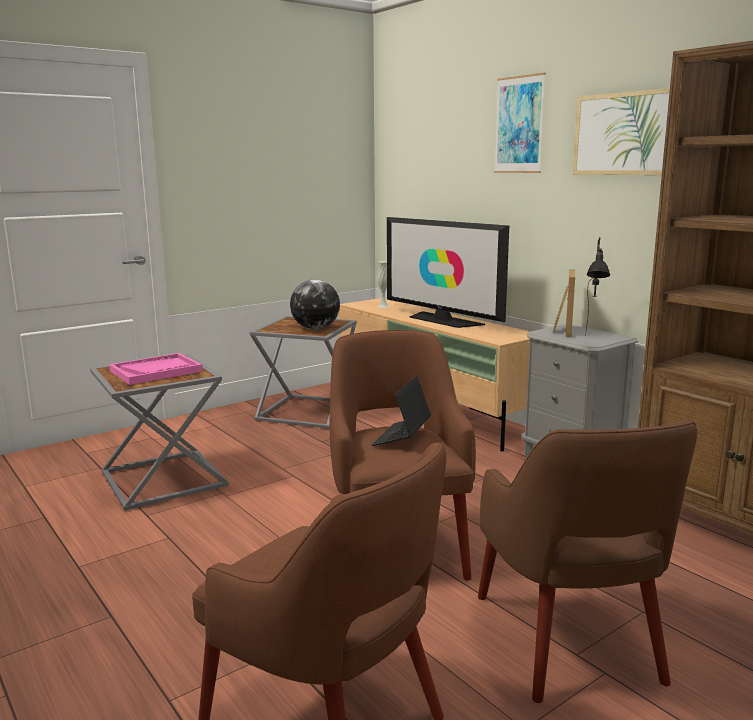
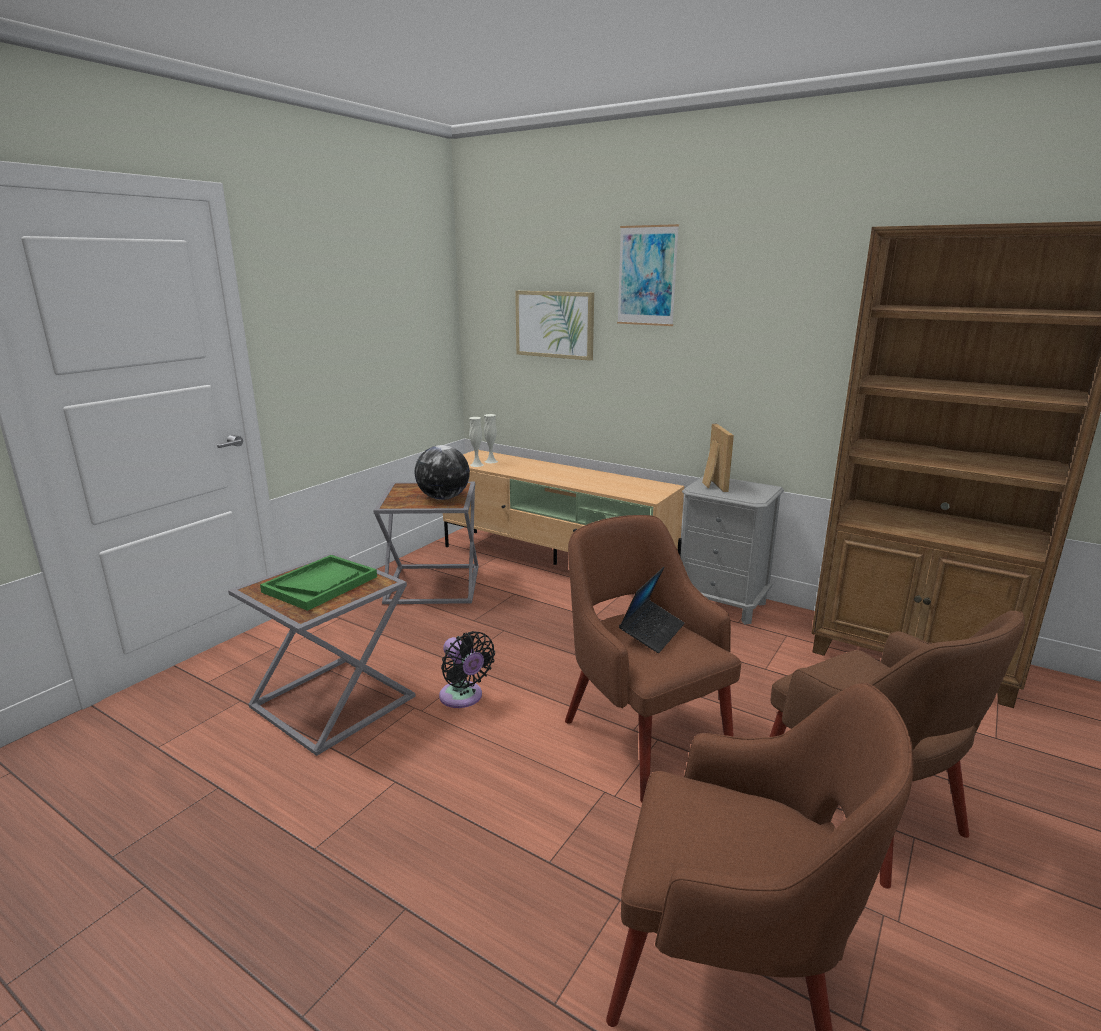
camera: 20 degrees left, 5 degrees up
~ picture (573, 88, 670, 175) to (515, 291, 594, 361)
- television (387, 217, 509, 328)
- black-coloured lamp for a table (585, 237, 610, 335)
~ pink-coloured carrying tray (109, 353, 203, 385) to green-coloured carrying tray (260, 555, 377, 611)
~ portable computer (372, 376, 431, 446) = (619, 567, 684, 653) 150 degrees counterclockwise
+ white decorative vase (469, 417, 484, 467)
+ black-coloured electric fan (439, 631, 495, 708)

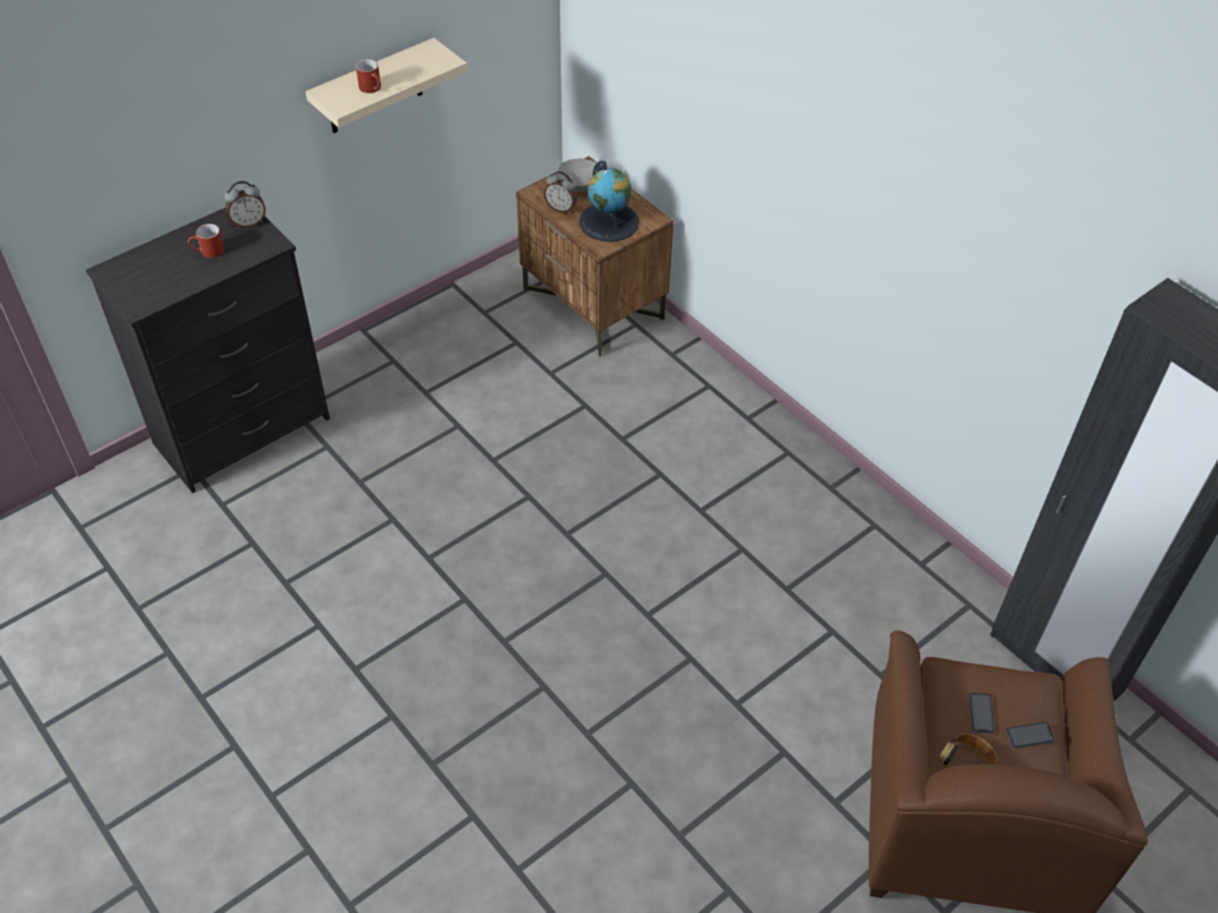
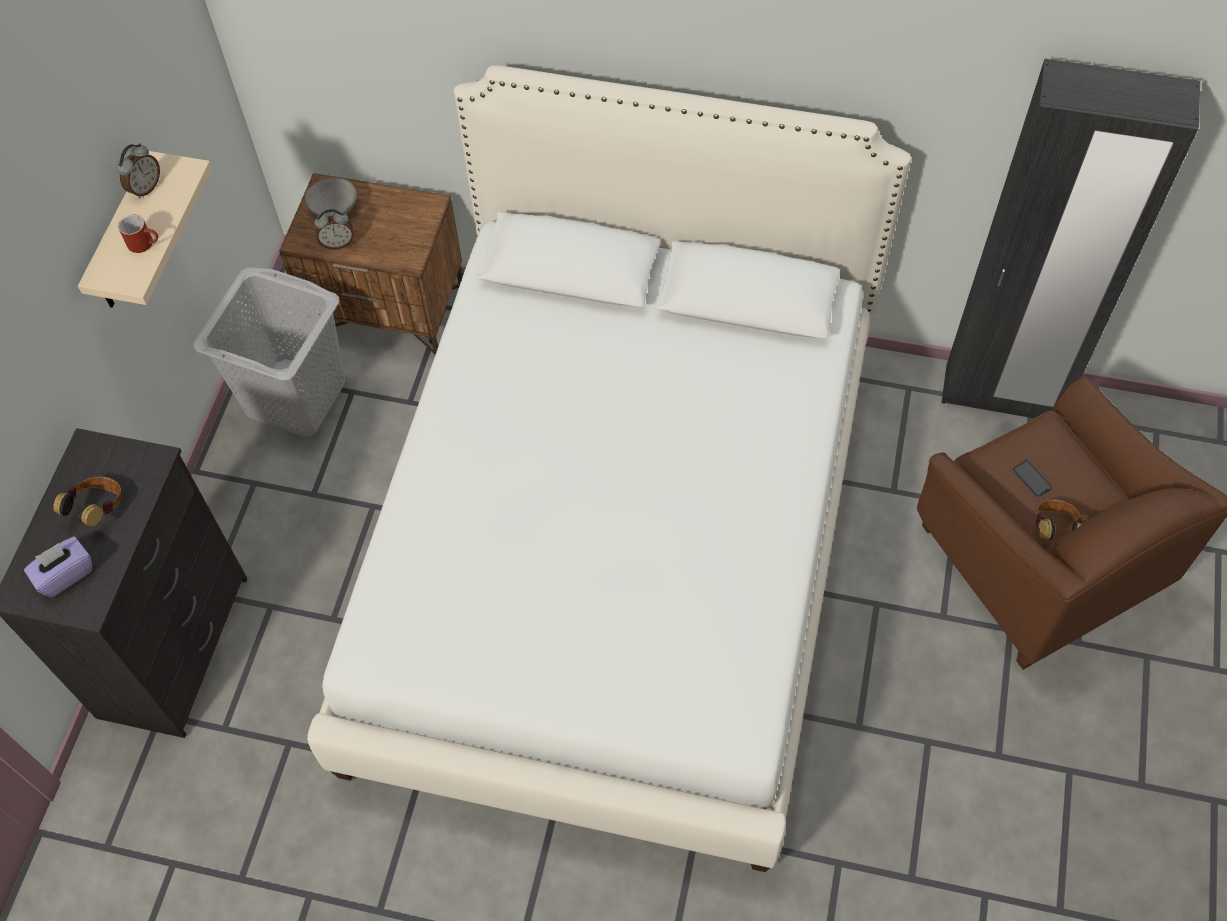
camera: 35 degrees left, 10 degrees up
- globe (579, 161, 639, 242)
~ bedside clock (225, 181, 266, 228) to (116, 143, 160, 199)
~ reddish mug (188, 224, 225, 258) to headphones (53, 477, 121, 526)
- phone (1006, 722, 1055, 748)
+ white sleeping bed (307, 65, 911, 872)
+ grey hamper (193, 267, 346, 437)
+ purple box of tissues (24, 536, 93, 598)

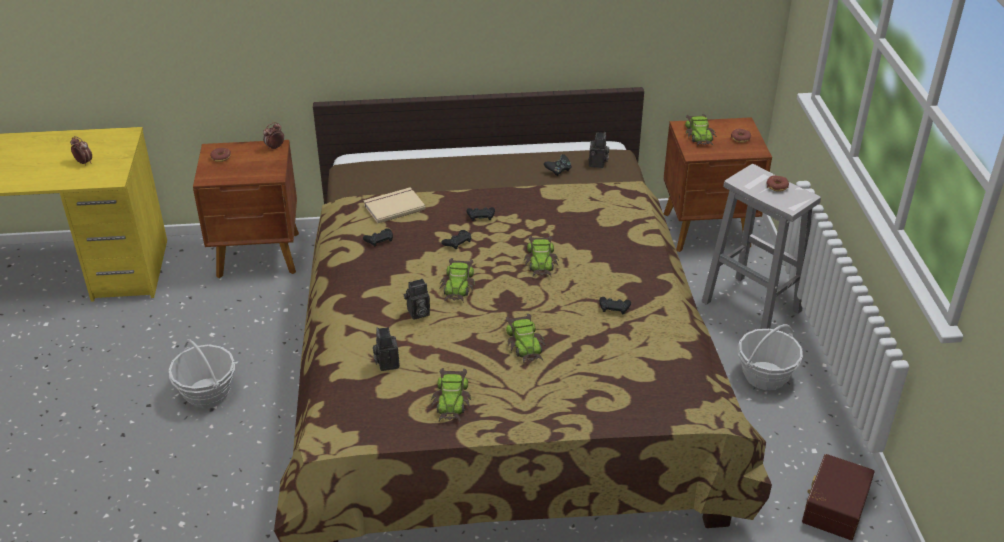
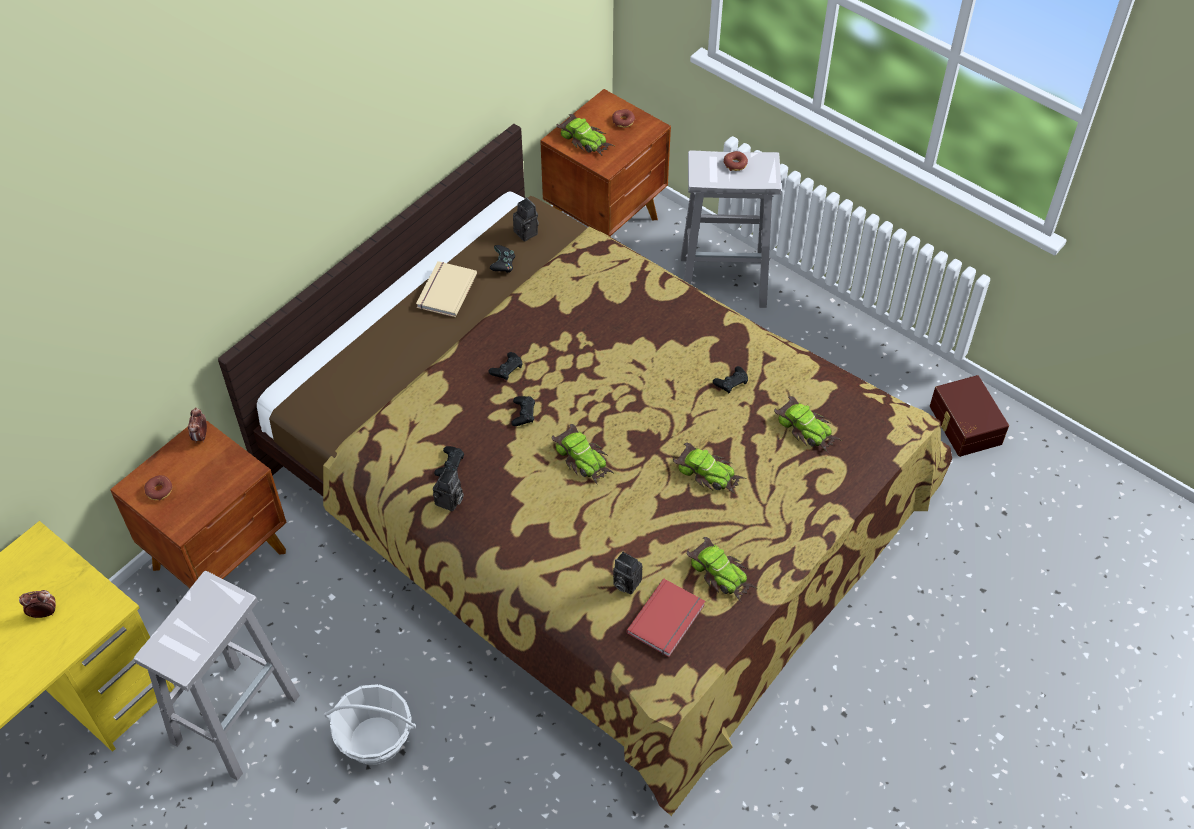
camera: 45 degrees left, 15 degrees up
~ beige book (363, 187, 426, 224) to (416, 261, 477, 317)
~ model car (524, 236, 559, 276) to (774, 396, 842, 453)
~ still camera (404, 279, 430, 320) to (433, 468, 463, 511)
- household basket (737, 324, 803, 390)
+ white sitting stool (134, 571, 300, 781)
+ reddish book (626, 579, 705, 657)

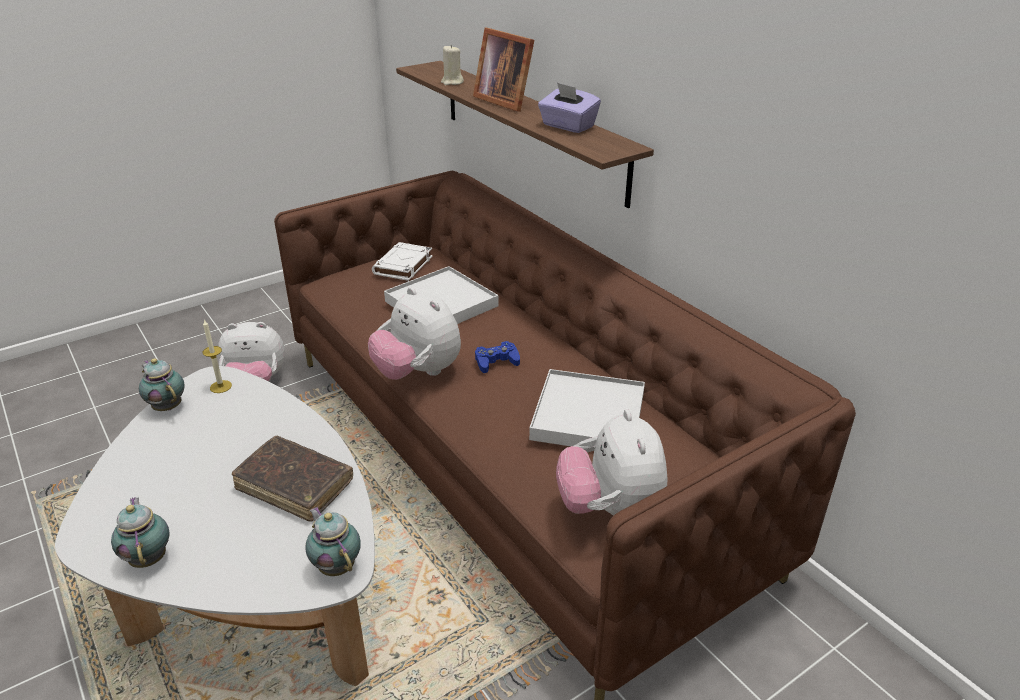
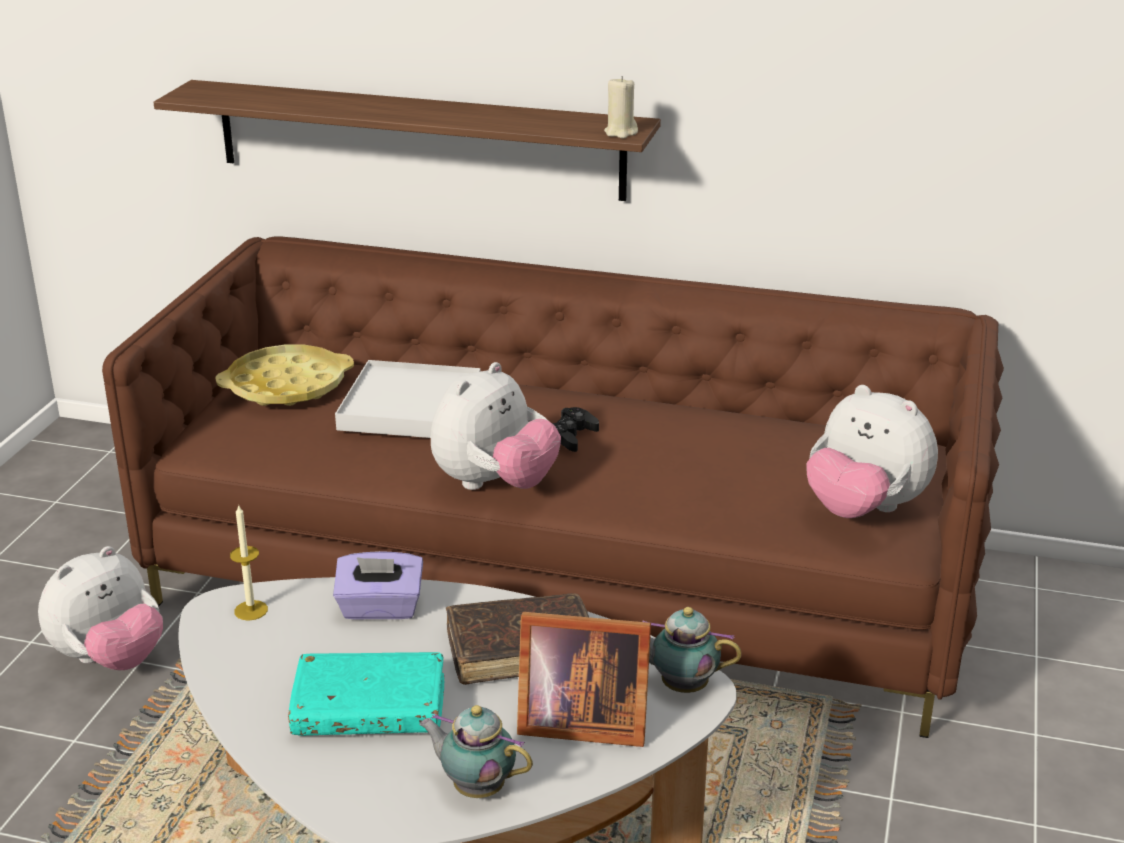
camera: 40 degrees left, 5 degrees down
~ picture frame (473, 27, 534, 112) to (517, 612, 651, 747)
~ beige candle (441, 45, 464, 85) to (604, 76, 638, 139)
~ purple box of tissues (538, 82, 601, 133) to (333, 551, 423, 620)
~ white book (372, 242, 433, 281) to yellow-coloured carrying tray (215, 345, 354, 406)
~ plush toy (368, 287, 461, 380) = (431, 362, 561, 490) 60 degrees counterclockwise
~ blue-coloured joypad (475, 341, 520, 373) to black-coloured joypad (552, 407, 599, 452)
- teapot (139, 358, 185, 411)
- white carrying tray (529, 369, 645, 446)
+ turquoise book (288, 652, 444, 736)

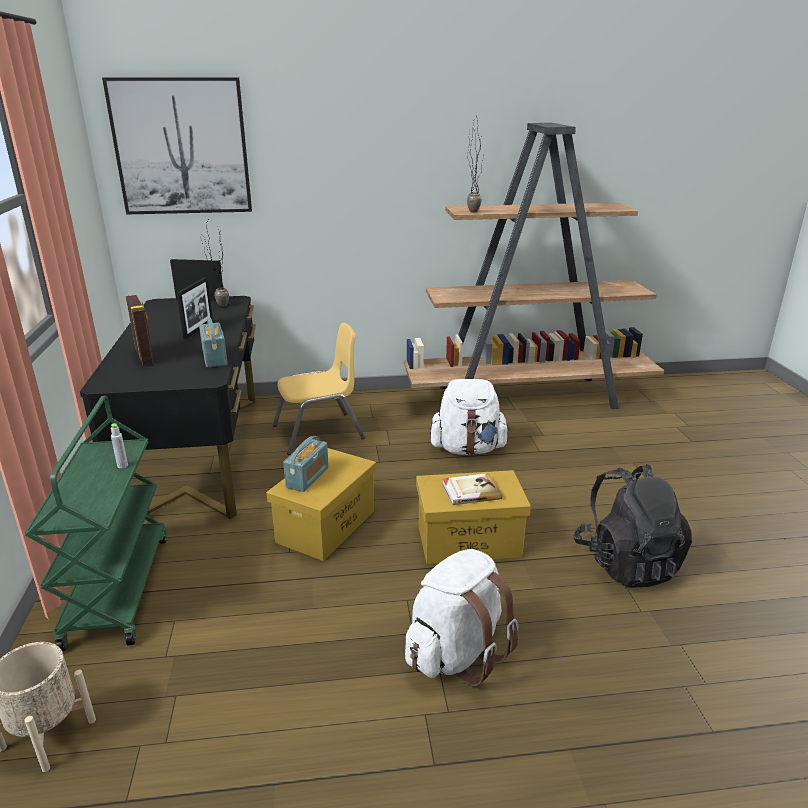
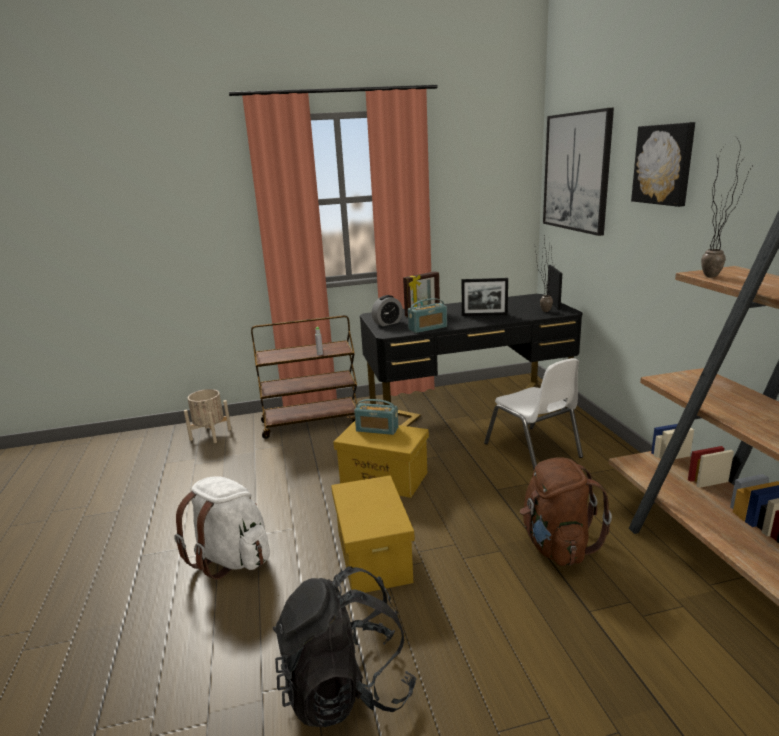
camera: 85 degrees right, 5 degrees down
~ yellow-coloured chair (273, 323, 365, 455) to white chair (484, 358, 583, 469)
~ white backpack (430, 379, 510, 455) to brown backpack (520, 457, 612, 566)
~ green-coloured cart (25, 396, 167, 652) to brown cart (251, 315, 357, 439)
- book (442, 473, 502, 505)
+ picture (631, 122, 695, 207)
+ bedside clock (372, 295, 403, 326)

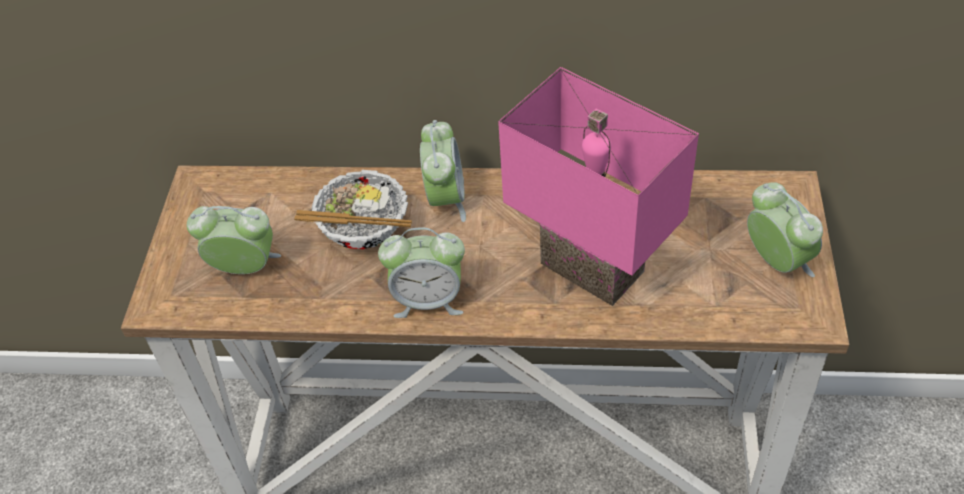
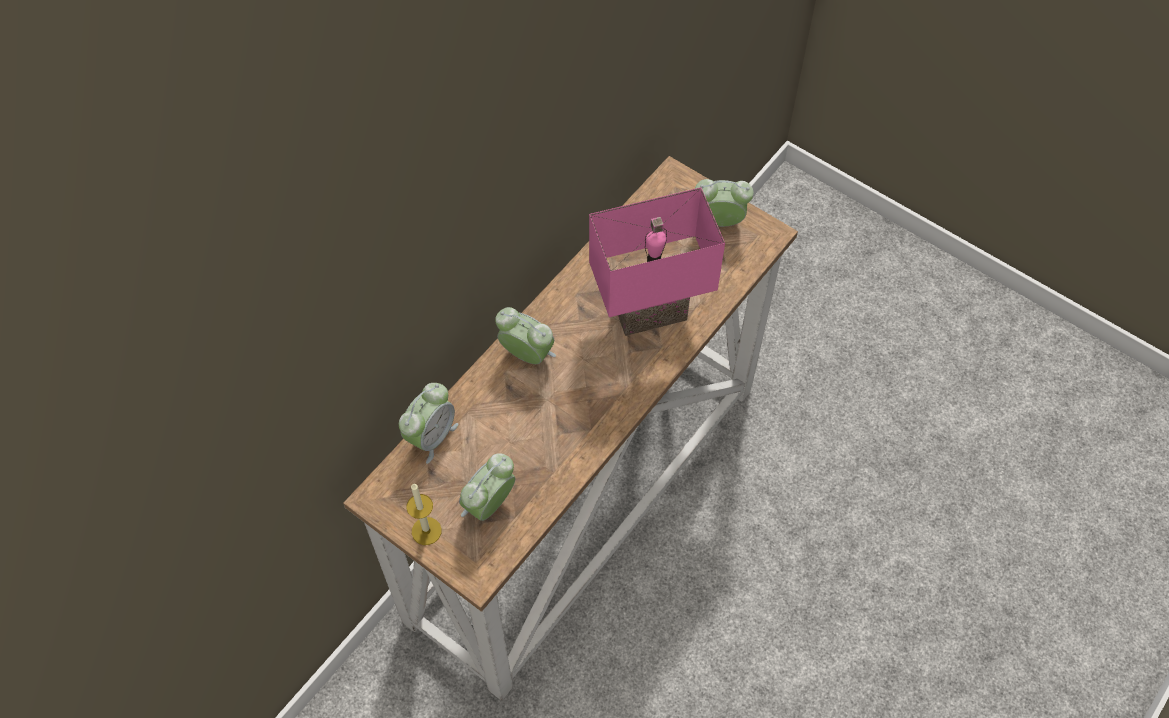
camera: 60 degrees left, 10 degrees up
- serving bowl (294, 170, 412, 249)
~ bedside clock (378, 227, 465, 318) to (399, 383, 458, 464)
+ candle (406, 483, 442, 545)

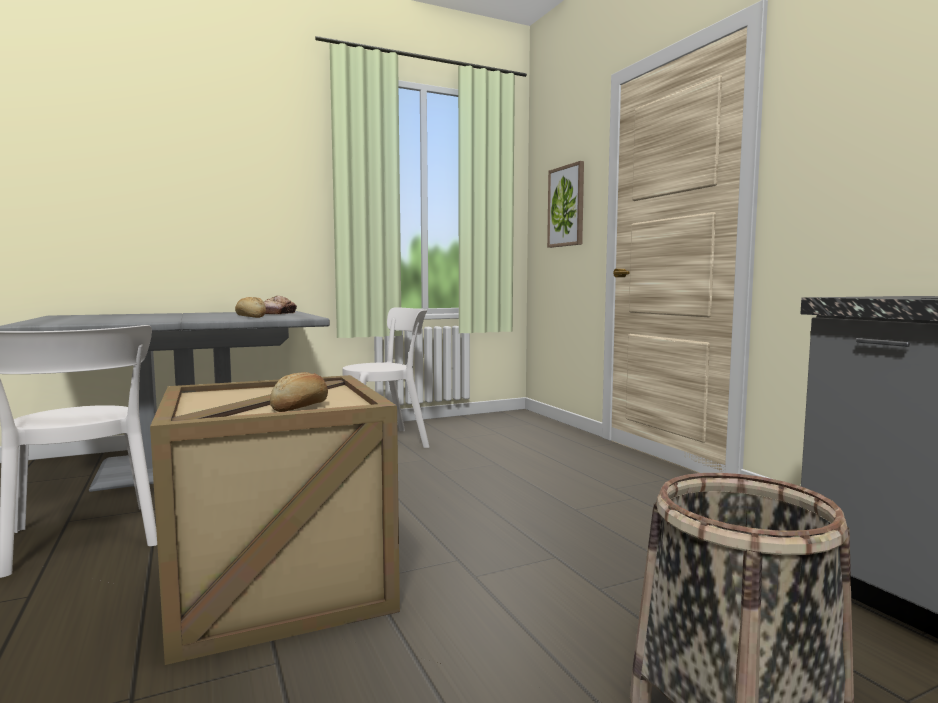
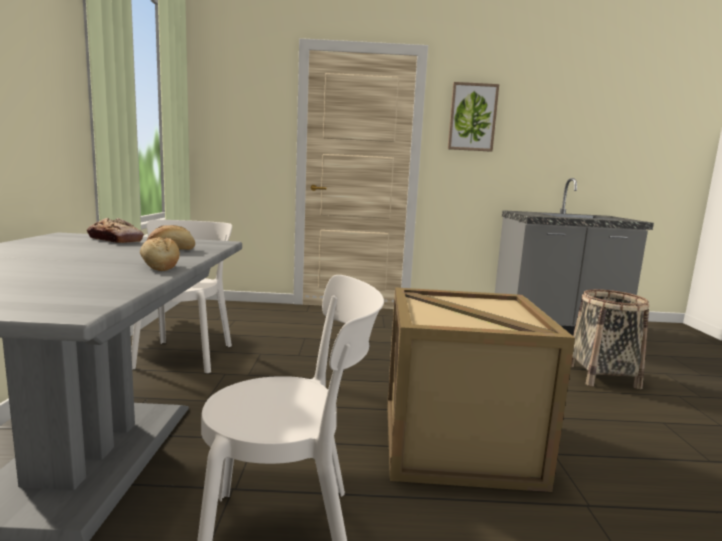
camera: 65 degrees left, 5 degrees up
~ picture (547, 161, 584, 248) to (448, 82, 499, 152)
~ bread (270, 372, 328, 412) to (140, 237, 180, 271)

